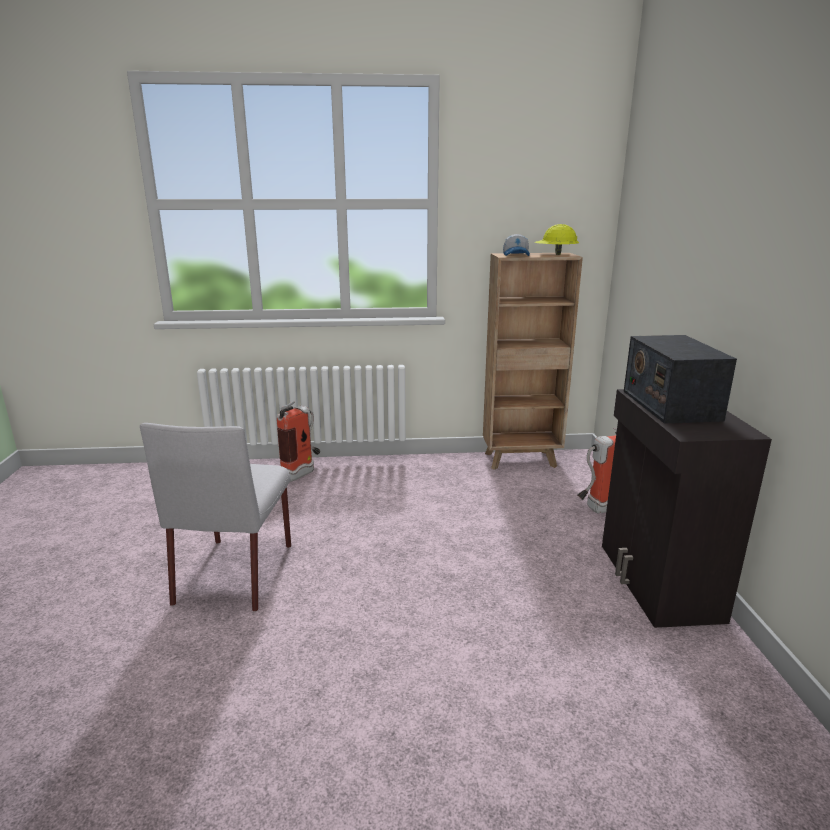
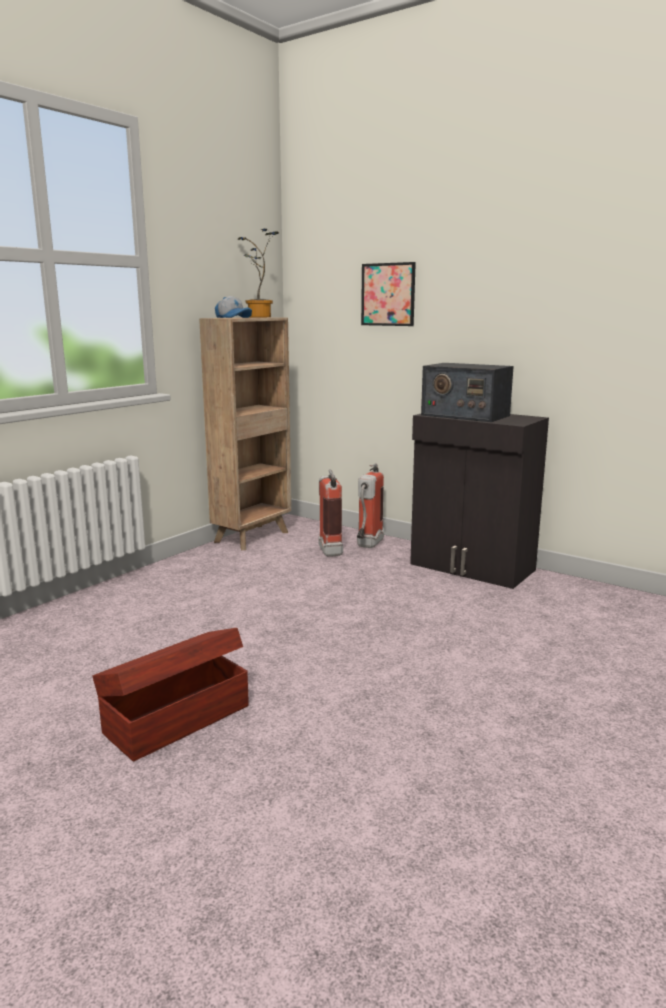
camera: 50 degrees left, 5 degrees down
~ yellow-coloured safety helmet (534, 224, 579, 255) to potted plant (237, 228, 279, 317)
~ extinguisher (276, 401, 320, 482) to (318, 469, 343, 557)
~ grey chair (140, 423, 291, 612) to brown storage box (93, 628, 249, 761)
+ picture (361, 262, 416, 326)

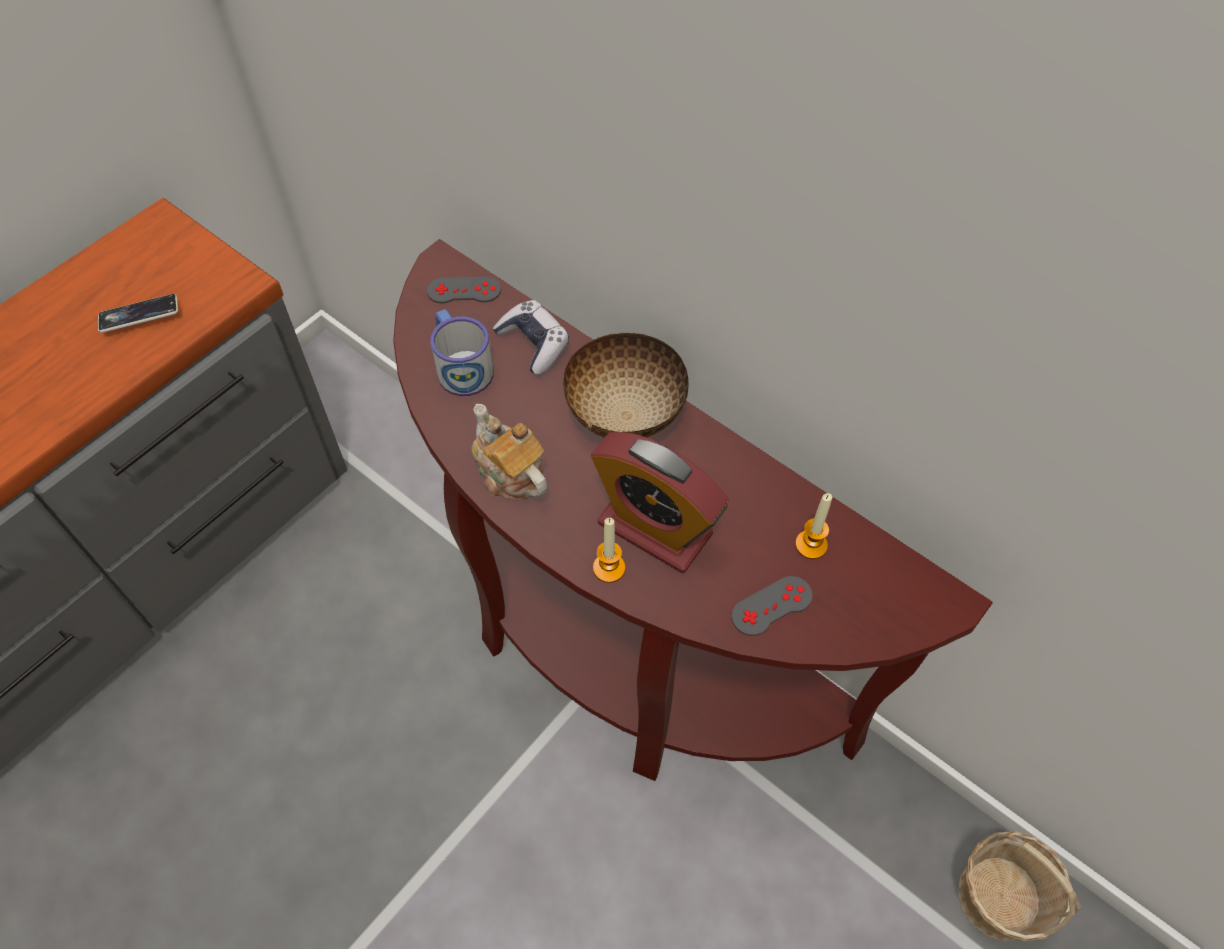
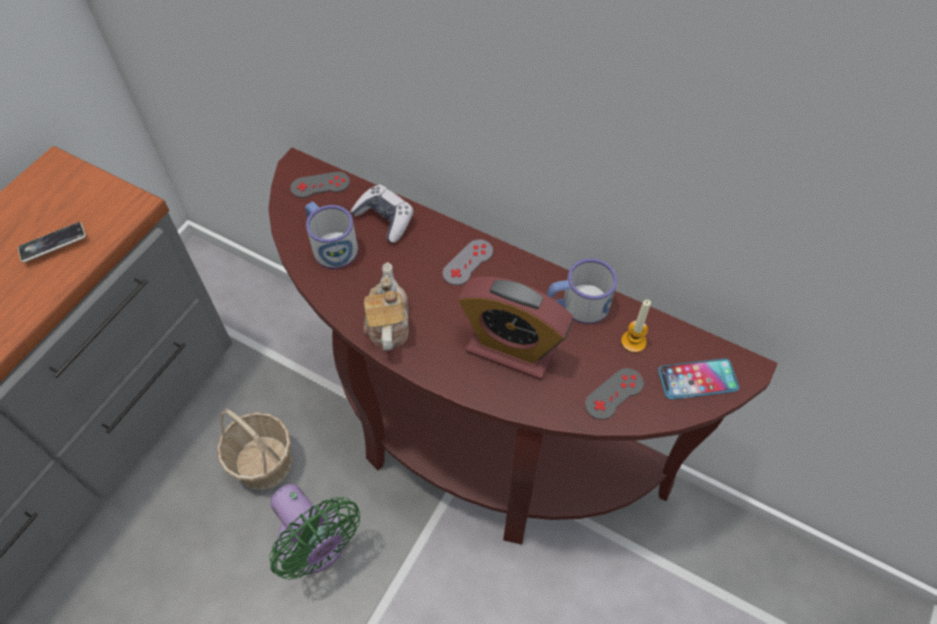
camera: 10 degrees left, 0 degrees up
~ serving bowl (563, 333, 689, 438) to grey joypad (442, 239, 493, 285)
~ teapot (472, 404, 547, 501) = (364, 262, 409, 351) 45 degrees clockwise
- candle (593, 518, 626, 583)
~ household basket (958, 831, 1081, 941) to (217, 408, 292, 490)
+ mug (547, 258, 617, 324)
+ phone (658, 358, 739, 399)
+ green-coloured electric fan (269, 484, 360, 580)

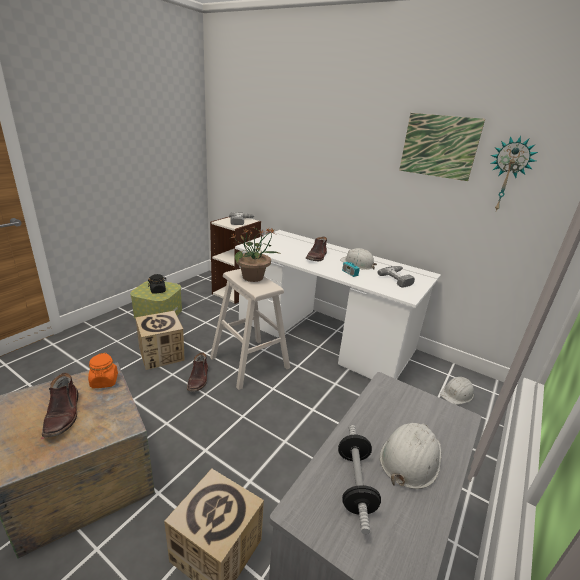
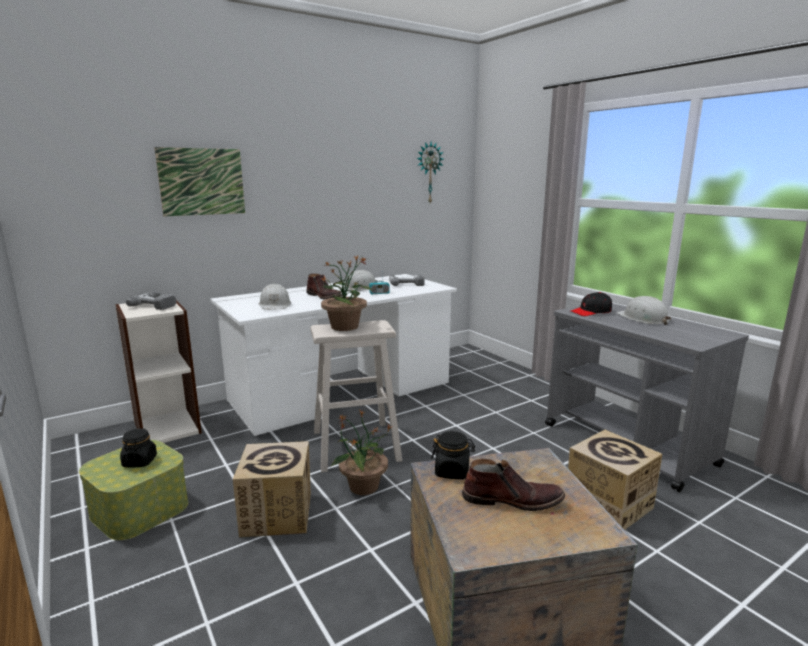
camera: 65 degrees left, 10 degrees down
~ picture (399, 113, 485, 181) to (154, 147, 245, 216)
~ brown boot (187, 352, 208, 392) to potted plant (330, 410, 391, 495)
~ orange-coloured preserve jar (88, 353, 118, 388) to black-coloured preserve jar (431, 431, 475, 479)
~ white safety helmet (440, 377, 474, 405) to (259, 284, 291, 310)
- dumbbell (338, 425, 381, 534)
+ black-coloured baseball cap (571, 292, 612, 316)

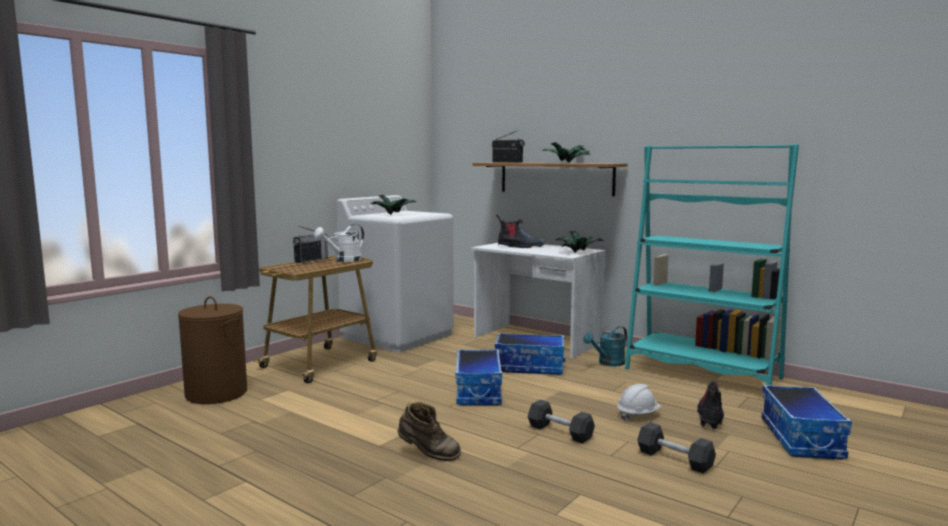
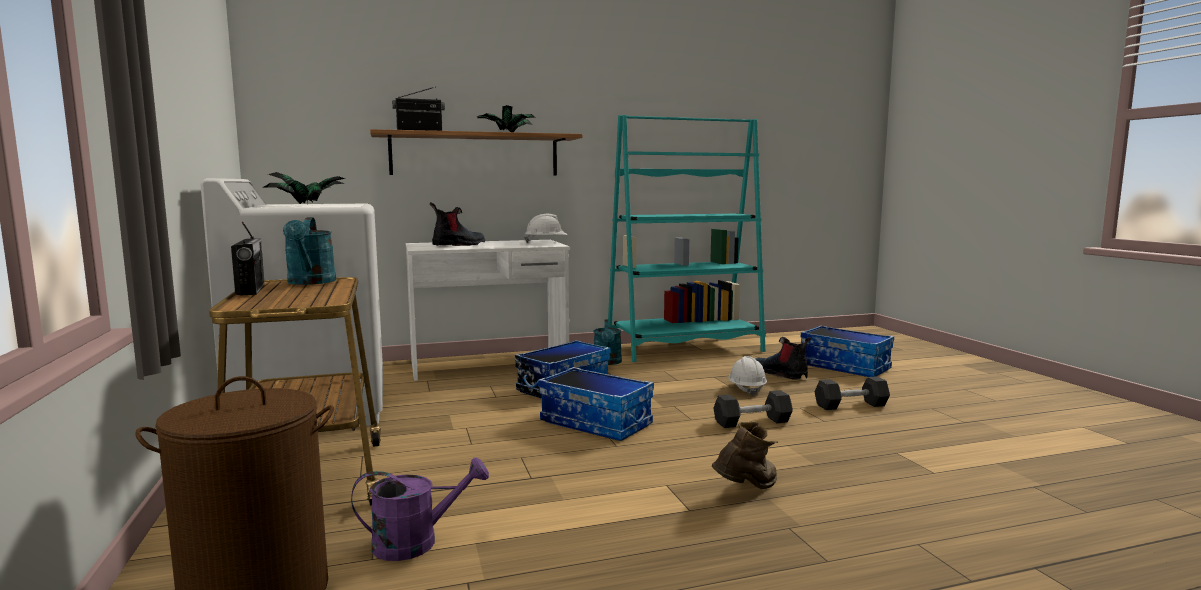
camera: 55 degrees left, 0 degrees up
~ white watering pot (314, 224, 364, 262) to turquoise watering pot (283, 217, 336, 285)
~ potted plant (556, 231, 604, 253) to white safety helmet (524, 214, 568, 243)
+ purple watering pot (351, 457, 489, 561)

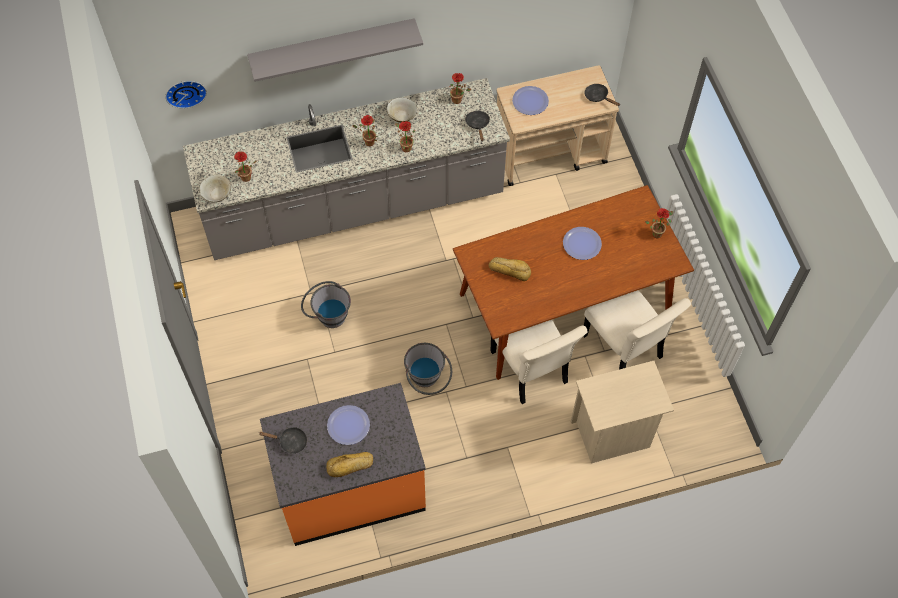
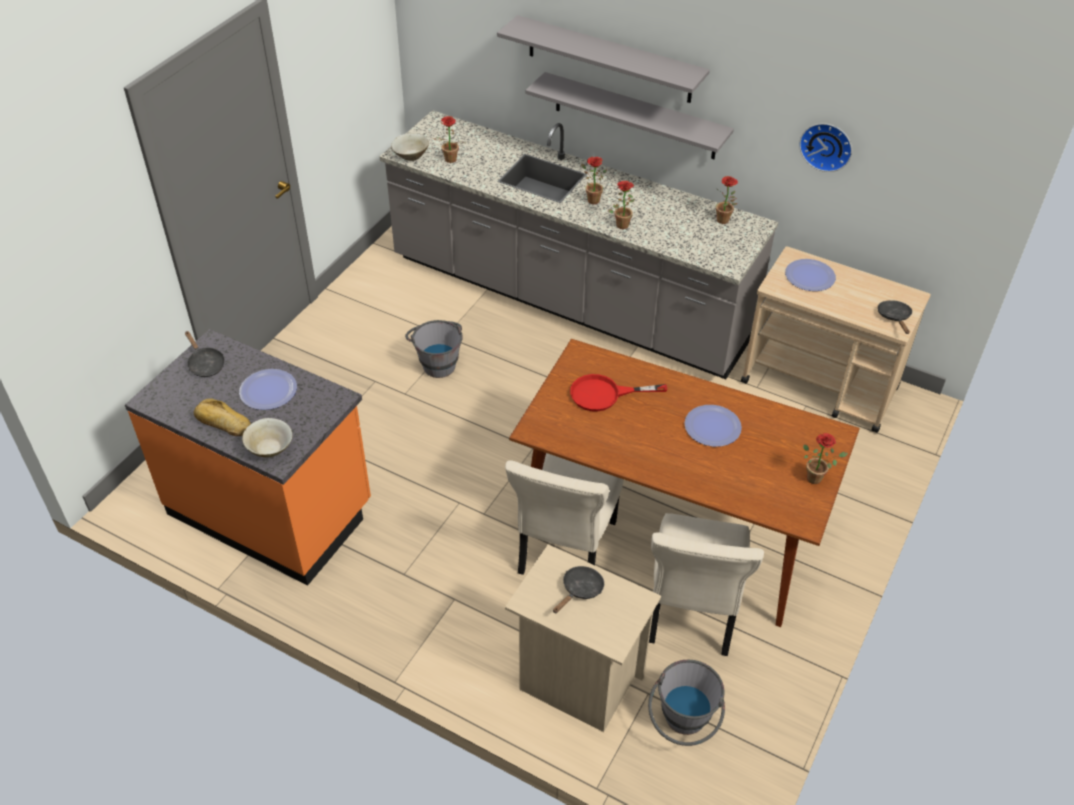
camera: 45 degrees right, 15 degrees down
~ wall clock (165, 81, 207, 108) to (799, 123, 852, 172)
~ beige serving bowl (387, 97, 417, 123) to (242, 418, 292, 458)
~ black-coloured pan (465, 111, 490, 141) to (553, 566, 604, 614)
~ bread (489, 257, 531, 281) to reddish pan (570, 374, 667, 412)
~ grey water bucket (404, 343, 452, 395) to (648, 660, 725, 746)
+ grey wall shelf (525, 72, 734, 159)

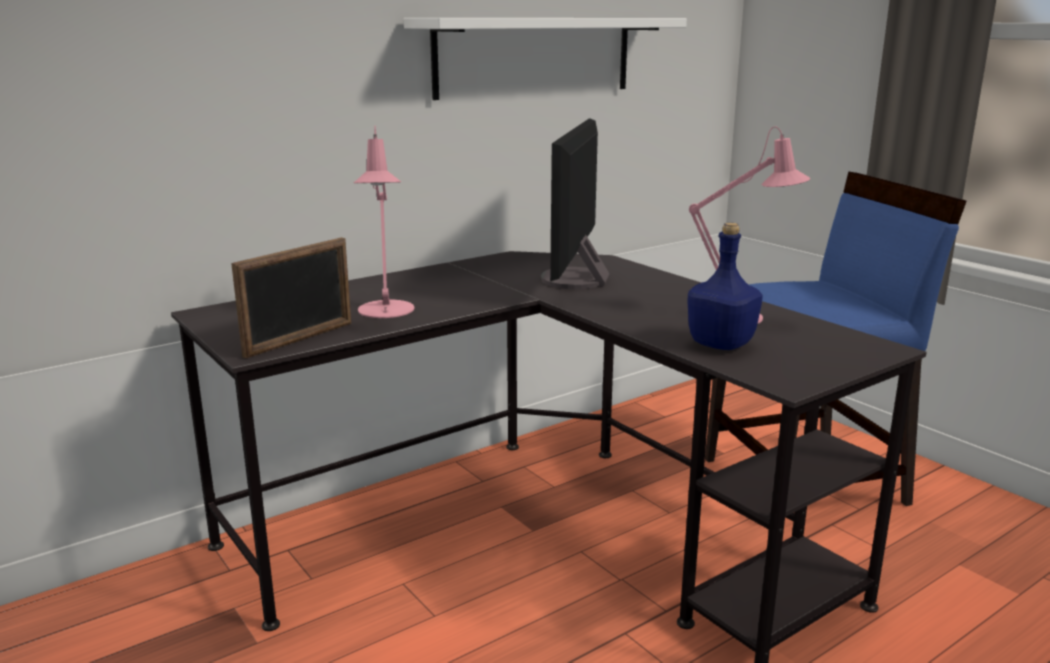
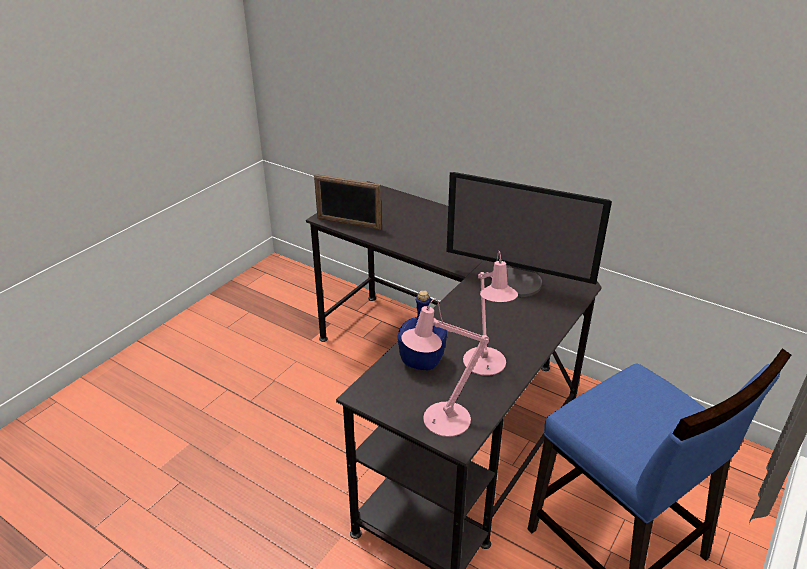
camera: 70 degrees right, 15 degrees up
- white wall shelf (404, 18, 687, 100)
~ computer display (541, 118, 610, 289) = (447, 172, 612, 297) 150 degrees counterclockwise
~ pink-coloured lamp for a table (354, 126, 414, 318) to (401, 299, 489, 437)

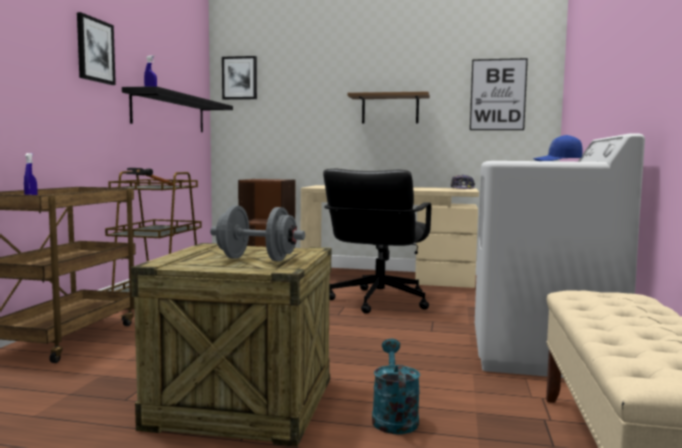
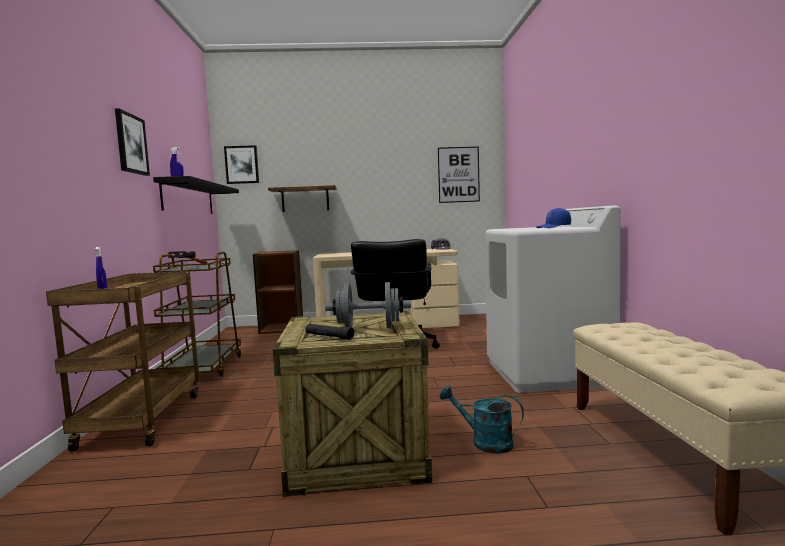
camera: 15 degrees left, 0 degrees up
~ wall shelf (348, 92, 430, 124) to (268, 185, 337, 212)
~ turquoise watering pot (372, 339, 420, 434) = (440, 385, 524, 454) 45 degrees counterclockwise
+ black-coloured hand torch (305, 324, 354, 340)

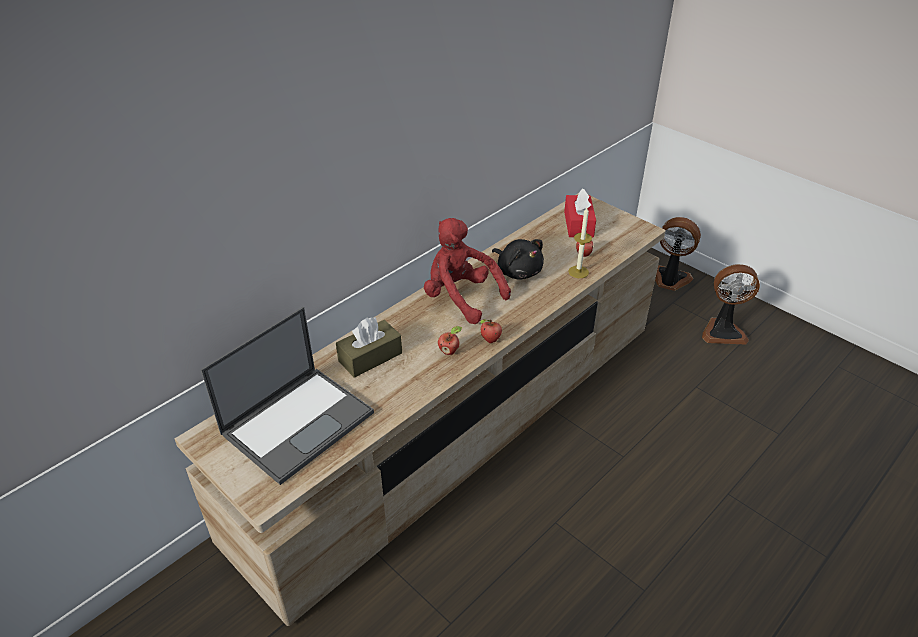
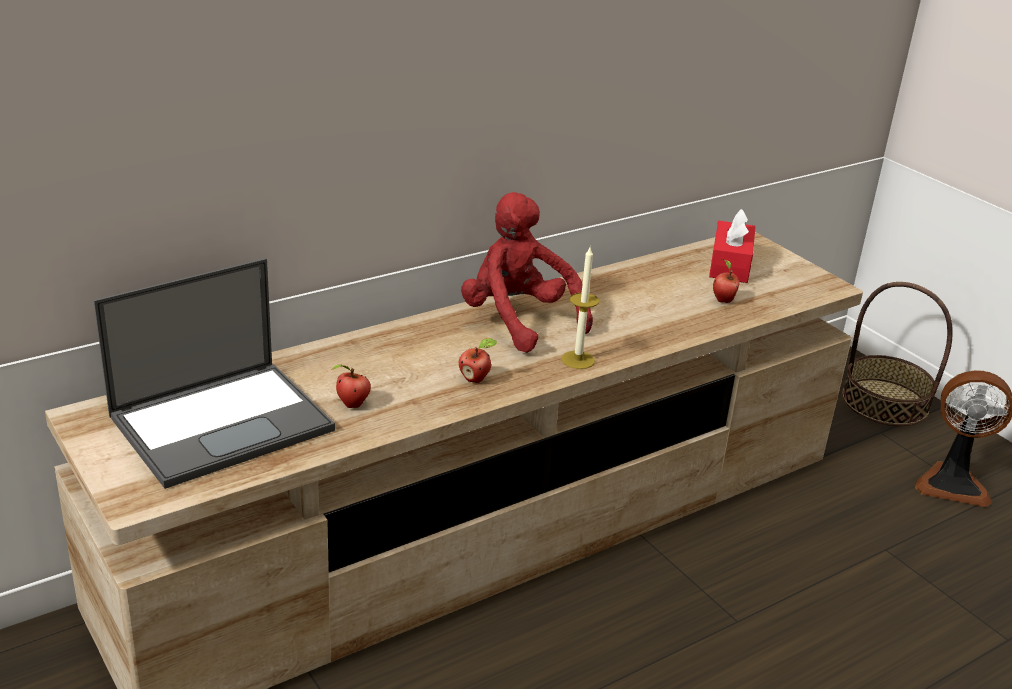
camera: 10 degrees right, 10 degrees down
~ candle (568, 207, 592, 278) to (561, 247, 599, 369)
~ electric fan (655, 217, 701, 291) to household basket (842, 282, 952, 426)
- black-coloured plush toy (492, 239, 544, 280)
- brown box of tissues (336, 317, 402, 378)
~ apple fruit (481, 319, 502, 343) to (333, 365, 371, 408)

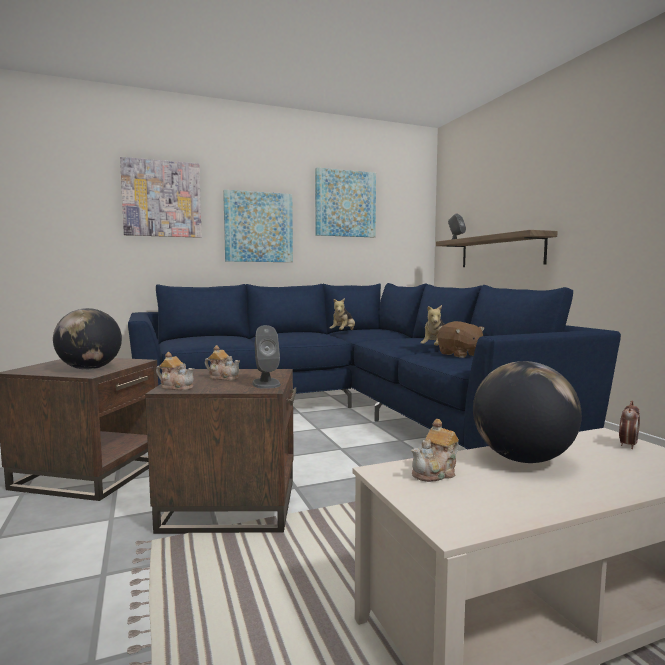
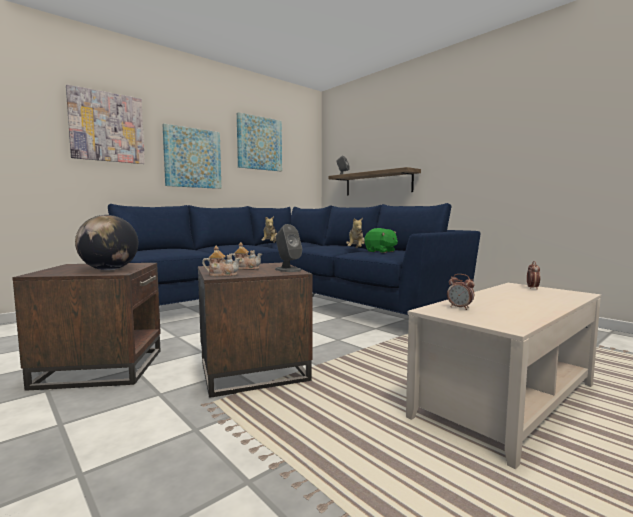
camera: 20 degrees left, 0 degrees up
~ brown plush toy (437, 321, 485, 358) to green-coloured plush toy (365, 228, 398, 253)
- globe (473, 361, 582, 463)
~ teapot (411, 419, 459, 482) to bedside clock (447, 274, 475, 310)

